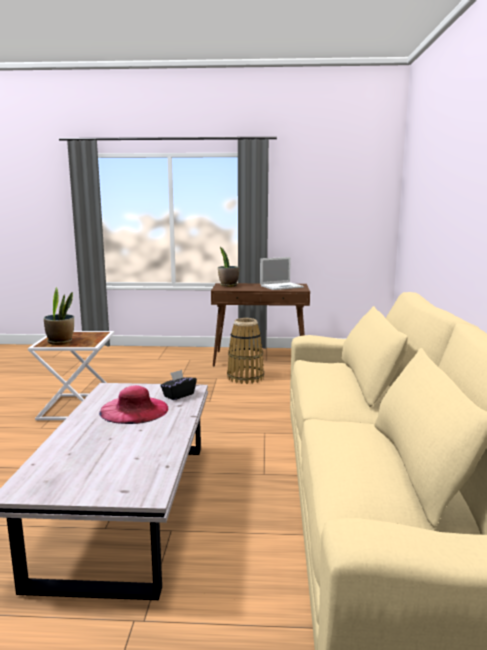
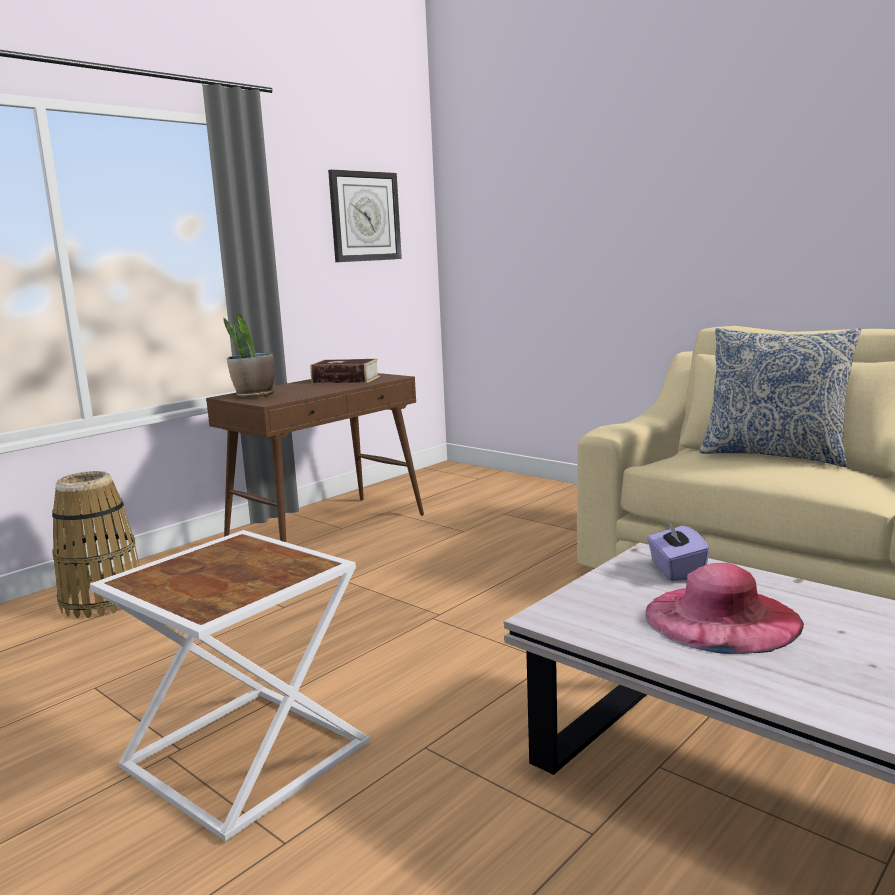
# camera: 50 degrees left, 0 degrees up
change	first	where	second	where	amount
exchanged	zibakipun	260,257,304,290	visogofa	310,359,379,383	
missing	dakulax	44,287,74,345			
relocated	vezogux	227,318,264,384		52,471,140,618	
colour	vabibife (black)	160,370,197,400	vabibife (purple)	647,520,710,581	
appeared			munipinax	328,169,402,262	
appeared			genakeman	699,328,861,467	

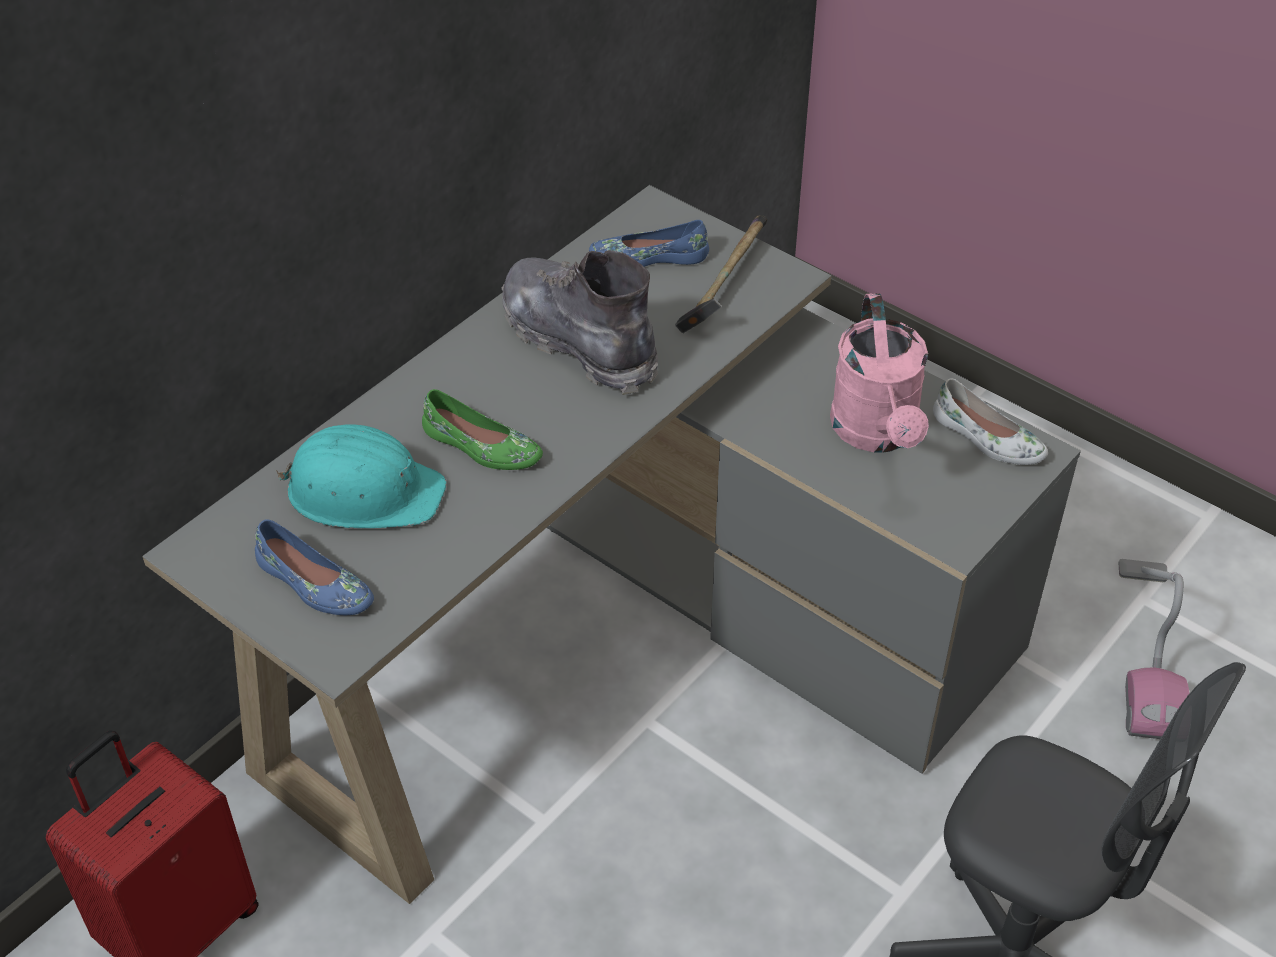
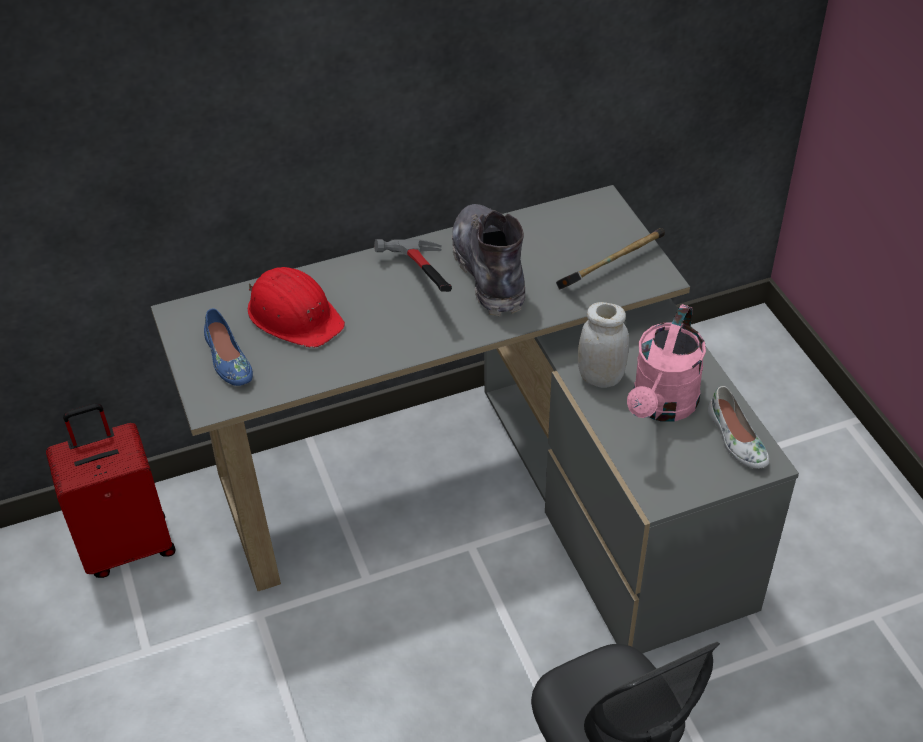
# camera: 30 degrees right, 0 degrees up
change	first	where	second	where	amount
missing	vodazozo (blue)	589,220,709,267			
missing	vodazozo (green)	422,389,543,470			
colour	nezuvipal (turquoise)	276,424,446,528	nezuvipal (red)	248,267,345,348	
missing	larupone	1118,559,1190,739			
appeared			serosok	374,239,452,292	
appeared			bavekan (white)	578,302,629,388	

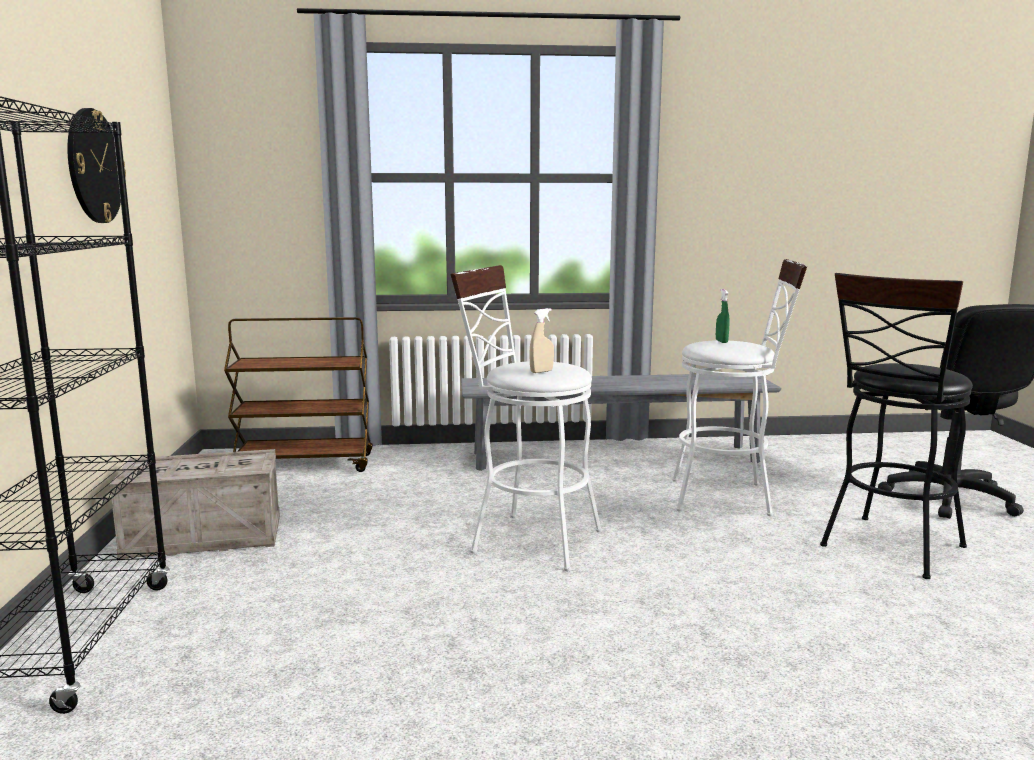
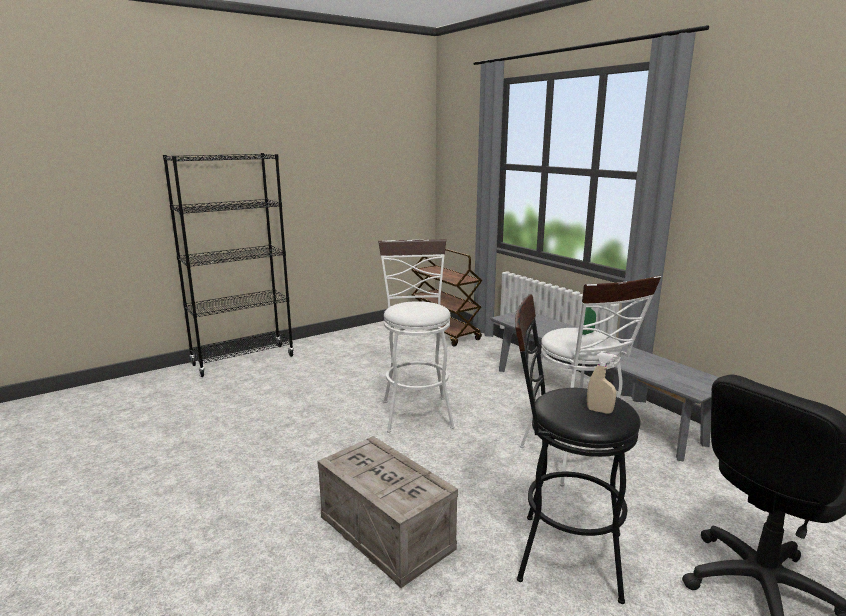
# camera: 60 degrees right, 5 degrees up
change	first	where	second	where	amount
missing	munipinax	67,108,126,223			
relocated	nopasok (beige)	529,308,554,373		587,353,617,414	
relocated	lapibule	109,449,280,559		317,436,458,588	

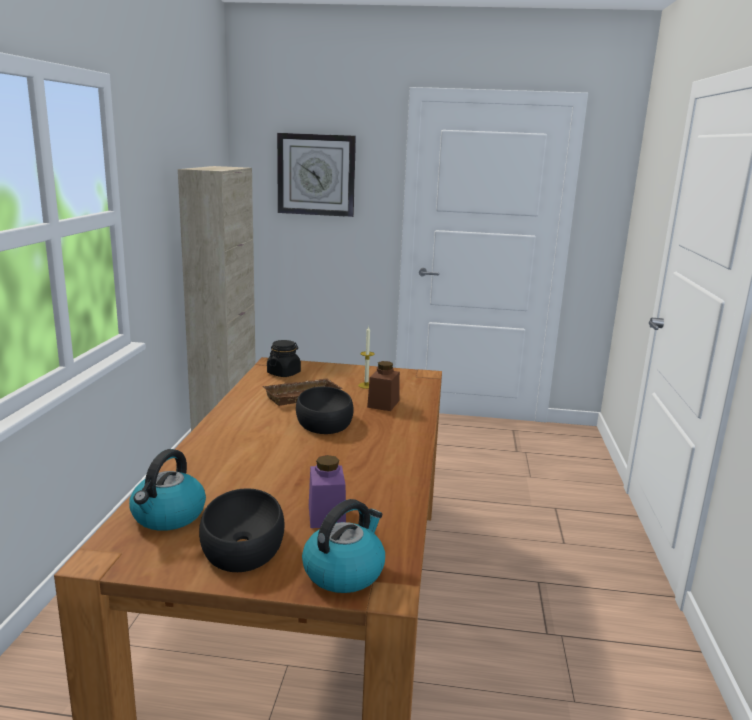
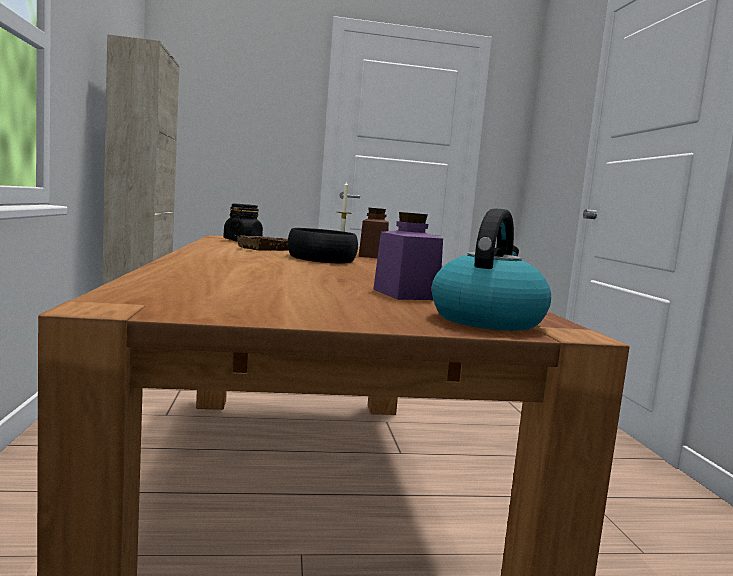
# camera: 15 degrees left, 10 degrees down
change	first	where	second	where	amount
missing	munipinax	277,133,356,217			
missing	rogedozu	129,449,206,531			
missing	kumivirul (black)	199,488,284,572			

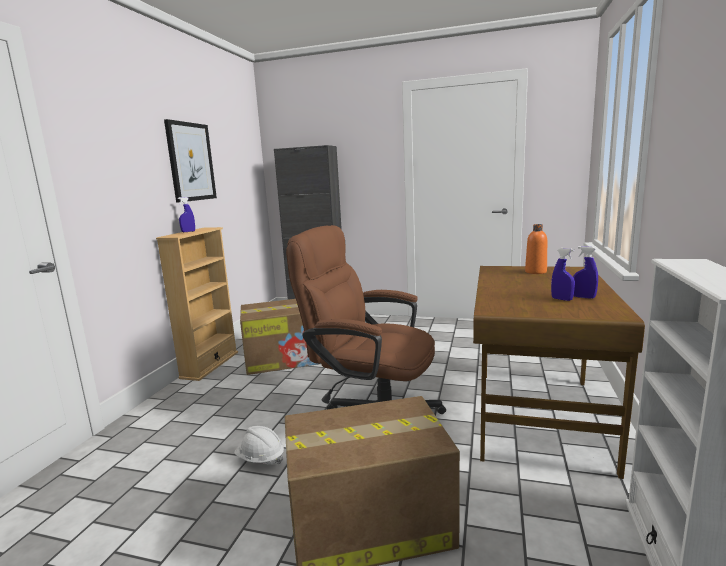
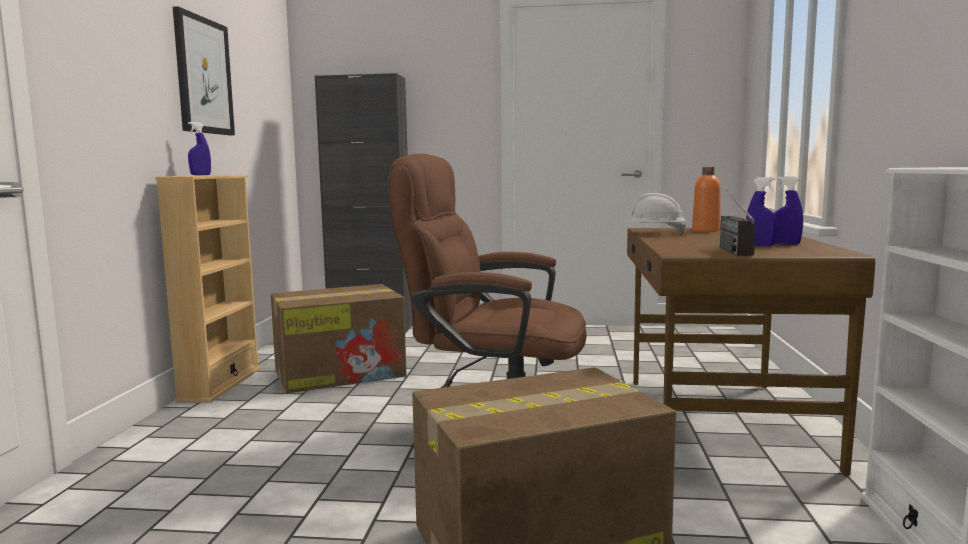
# camera: 10 degrees left, 5 degrees down
change	first	where	second	where	amount
relocated	nezuvipal (white)	234,426,284,465		625,193,686,234	
appeared			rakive	720,190,756,256	

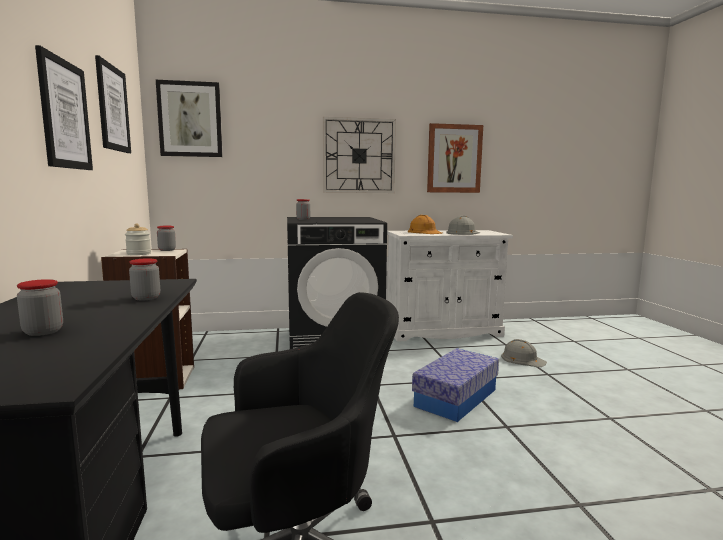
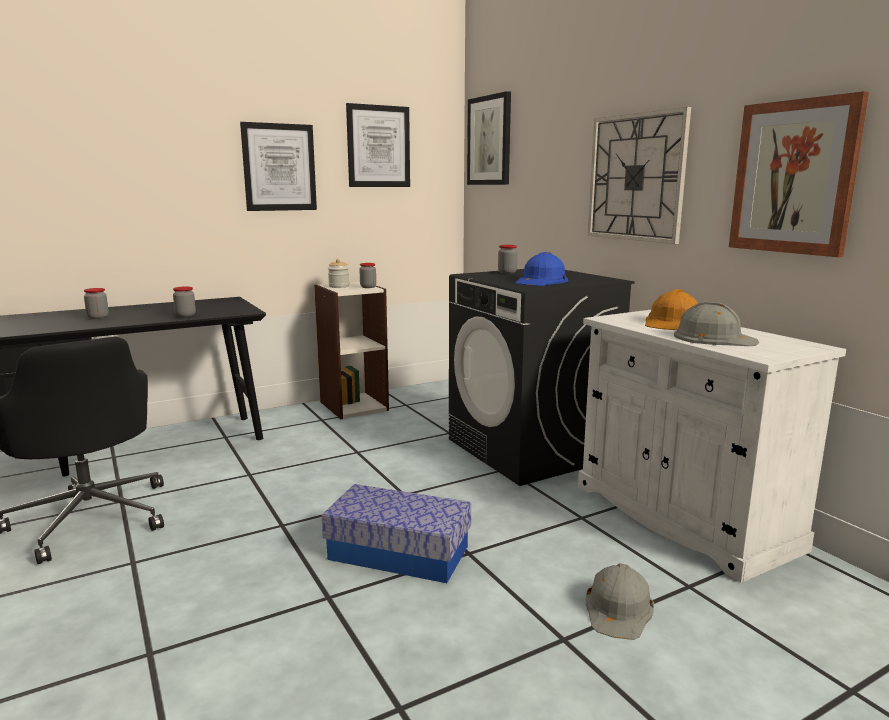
# camera: 70 degrees right, 5 degrees up
change	first	where	second	where	amount
appeared			nezuvipal (blue)	516,252,568,286	

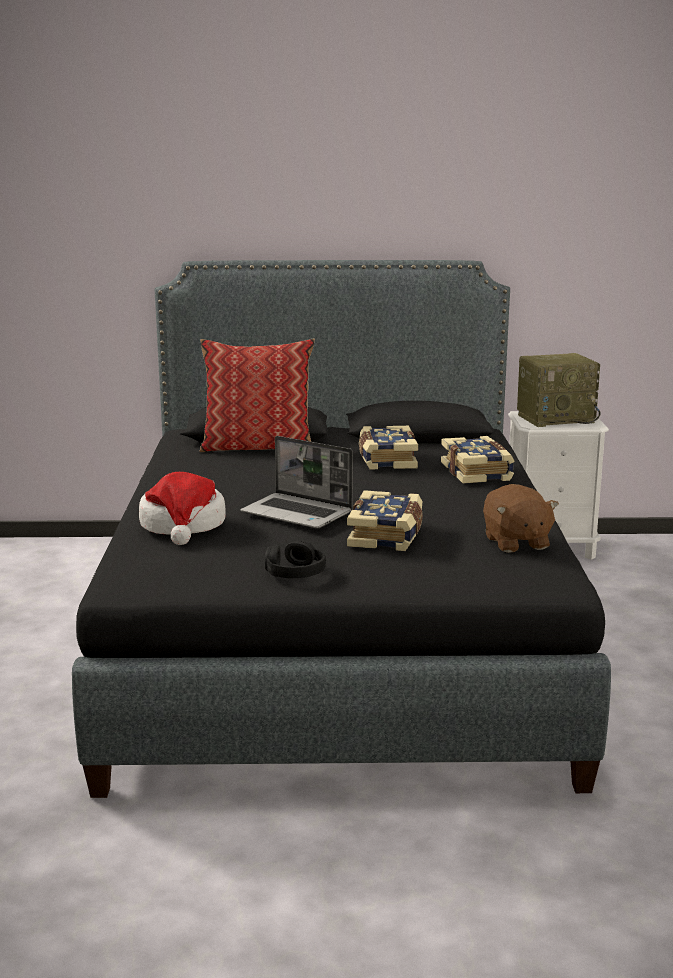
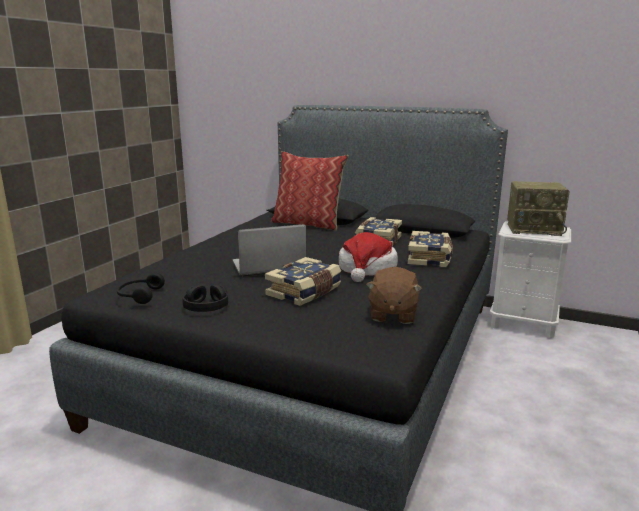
# camera: 25 degrees right, 0 degrees up
change	first	where	second	where	amount
spun	zibakipun	240,436,353,528		233,224,306,277	105 degrees clockwise
relocated	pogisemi	139,472,226,545		339,232,398,282	
appeared			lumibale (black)	117,273,165,304	

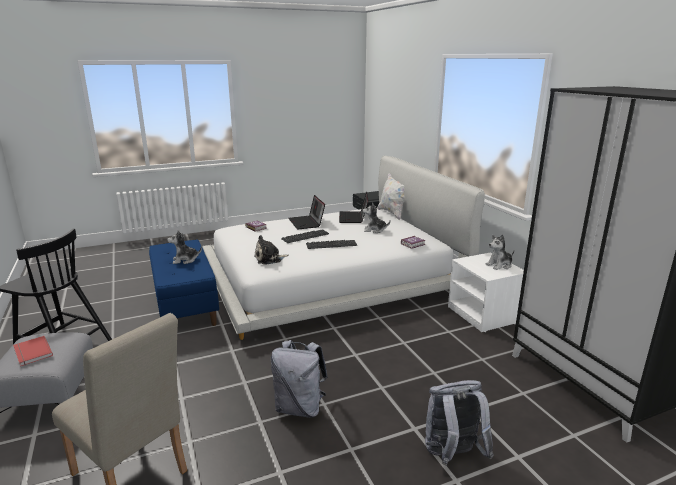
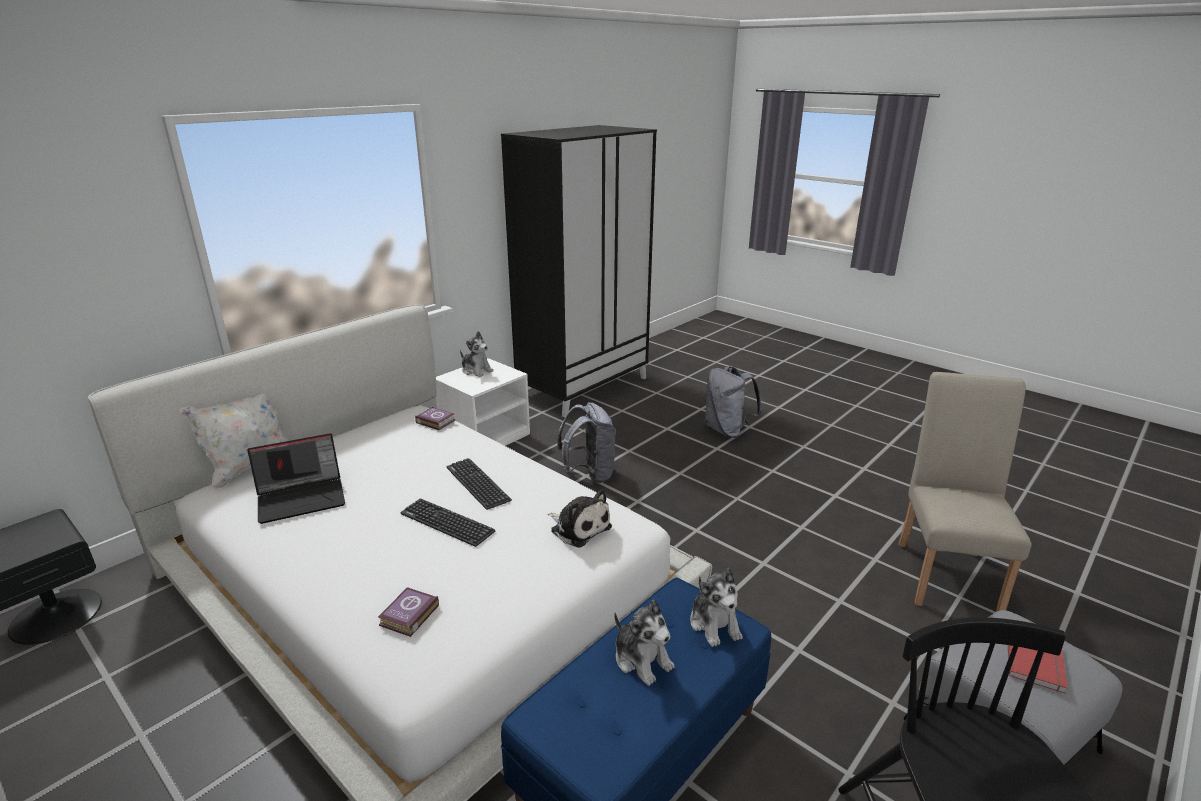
# camera: 115 degrees left, 5 degrees up
change	first	where	second	where	amount
missing	zibakipun	288,195,325,230			
relocated	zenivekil	363,203,391,233		690,568,743,647	
relocated	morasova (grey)	271,340,328,418		557,402,616,483	

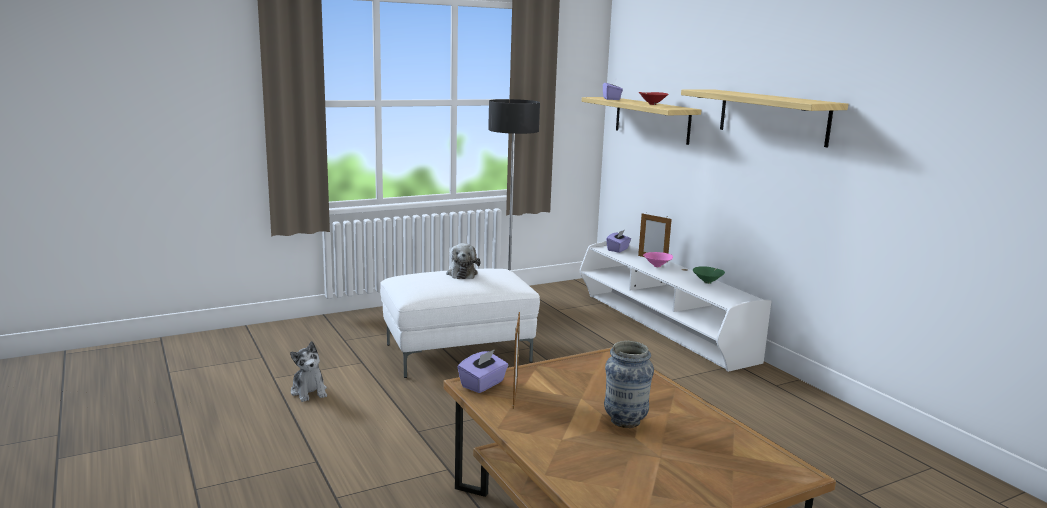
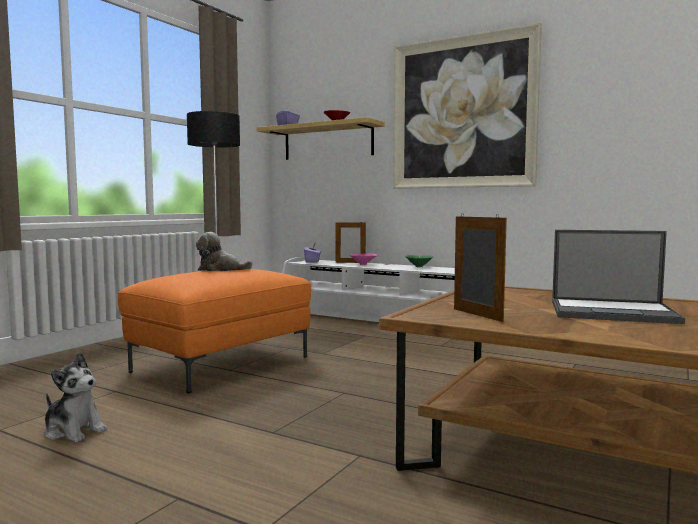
# camera: 30 degrees left, 10 degrees down
change	first	where	second	where	amount
exchanged	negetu	681,90,848,147	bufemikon	393,23,542,189	
spun	zenivekil	446,243,480,279		196,232,253,271	135 degrees clockwise
colour	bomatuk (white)	380,269,540,378	bomatuk (orange)	118,269,311,393	
exchanged	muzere	604,341,654,428	zibakipun	552,230,685,324	
missing	vabibife (purple)	458,349,508,393			

